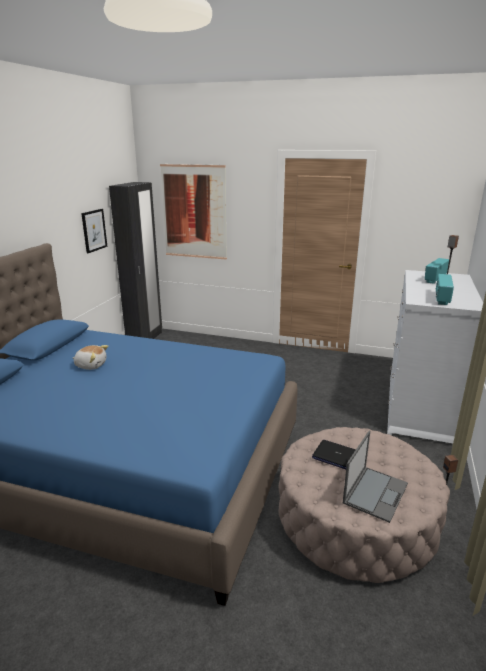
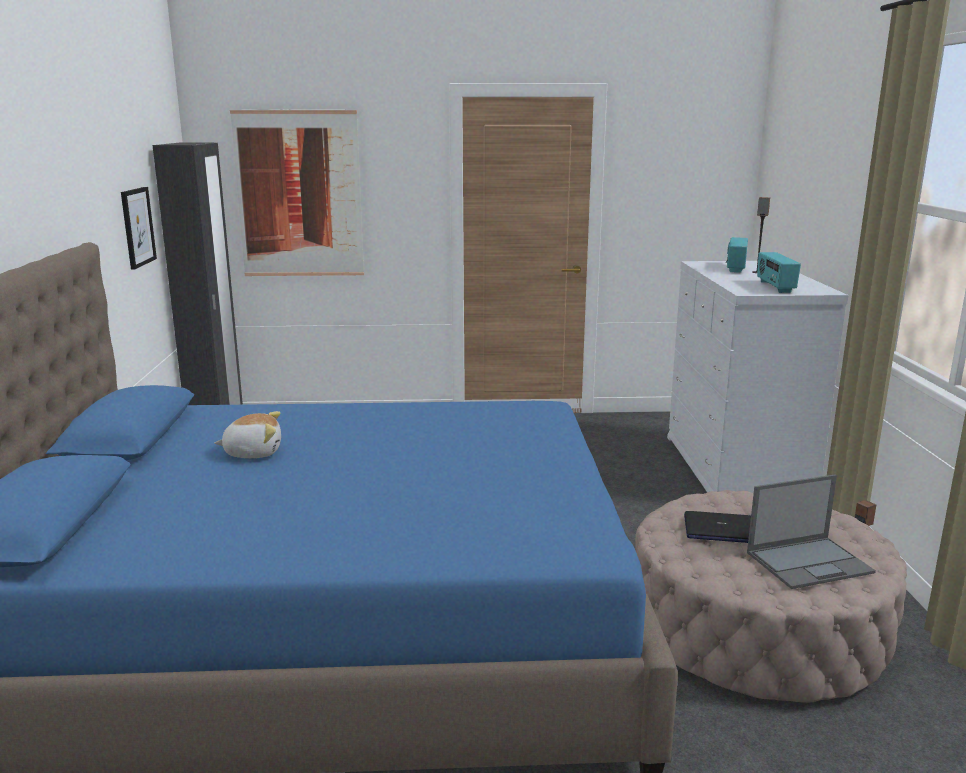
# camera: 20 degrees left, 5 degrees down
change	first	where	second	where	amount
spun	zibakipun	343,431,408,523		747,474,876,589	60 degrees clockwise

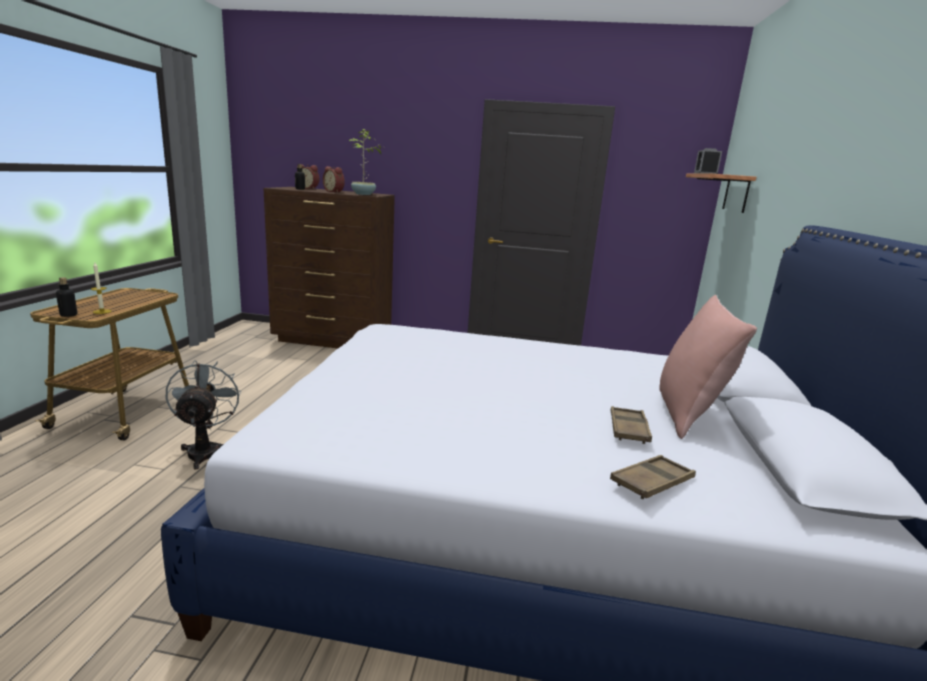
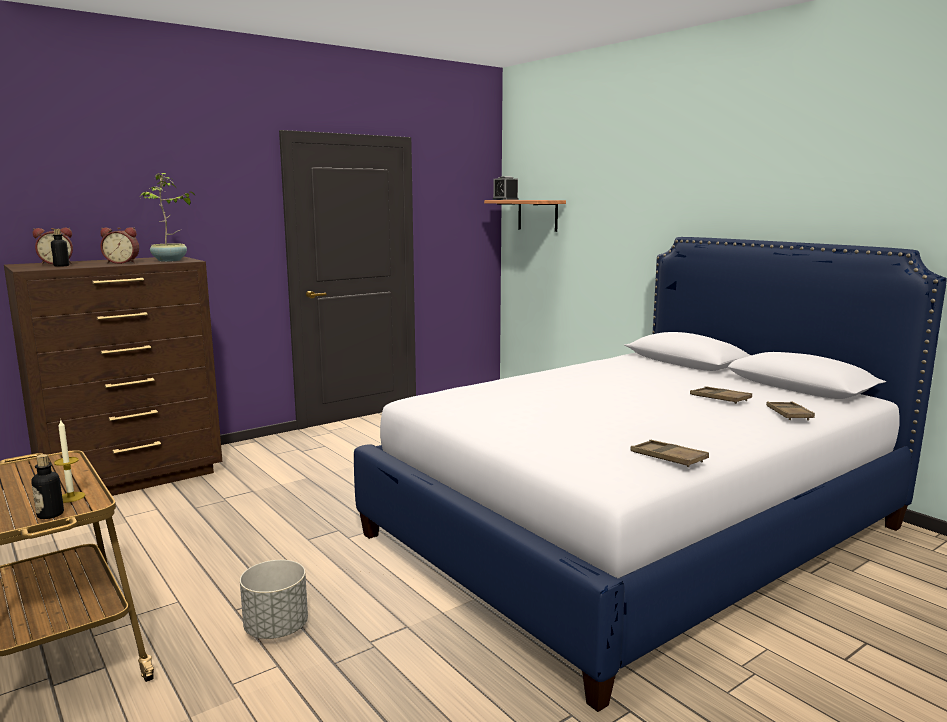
# camera: 45 degrees left, 5 degrees down
change	first	where	second	where	amount
missing	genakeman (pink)	659,295,757,439			
exchanged	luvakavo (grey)	166,360,242,470	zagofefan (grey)	240,560,308,639	
appeared			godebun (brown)	631,440,709,467	

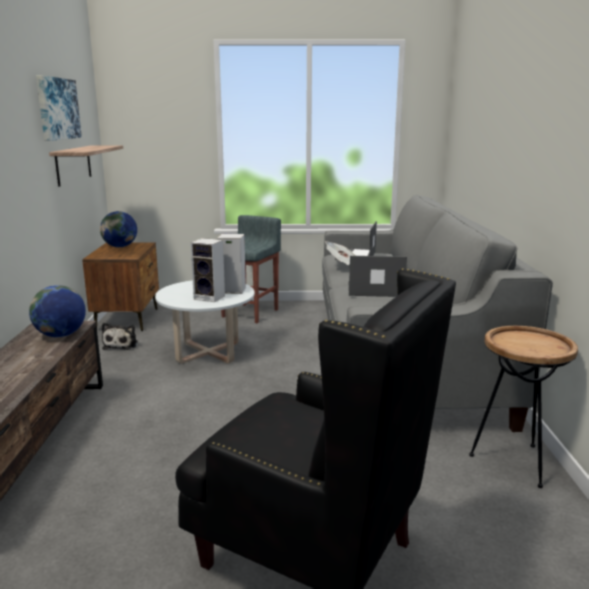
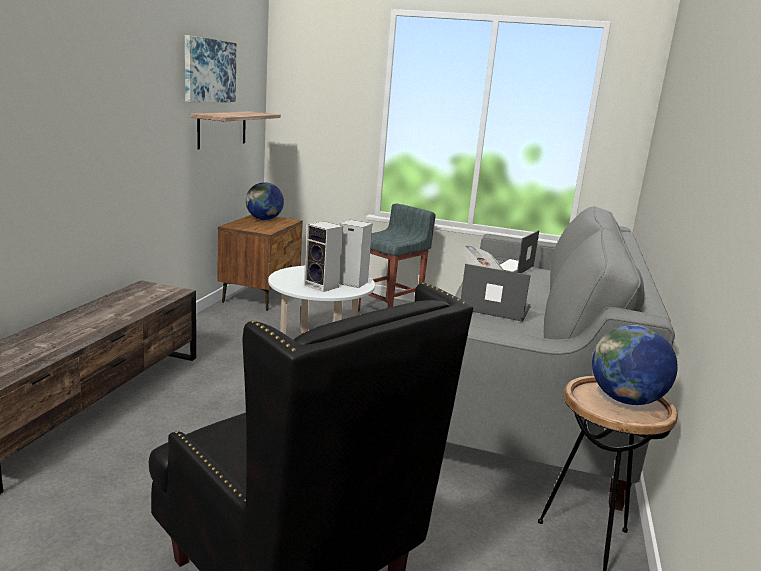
# camera: 15 degrees right, 0 degrees up
change	first	where	second	where	amount
relocated	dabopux	29,285,86,337		592,325,678,405	
missing	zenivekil	102,322,138,350			

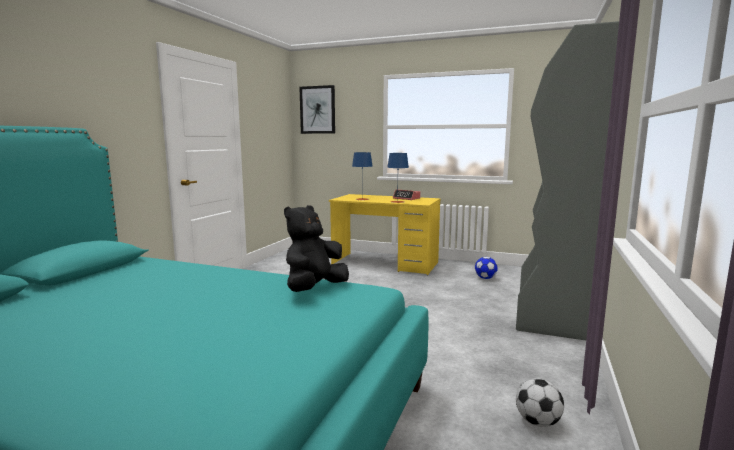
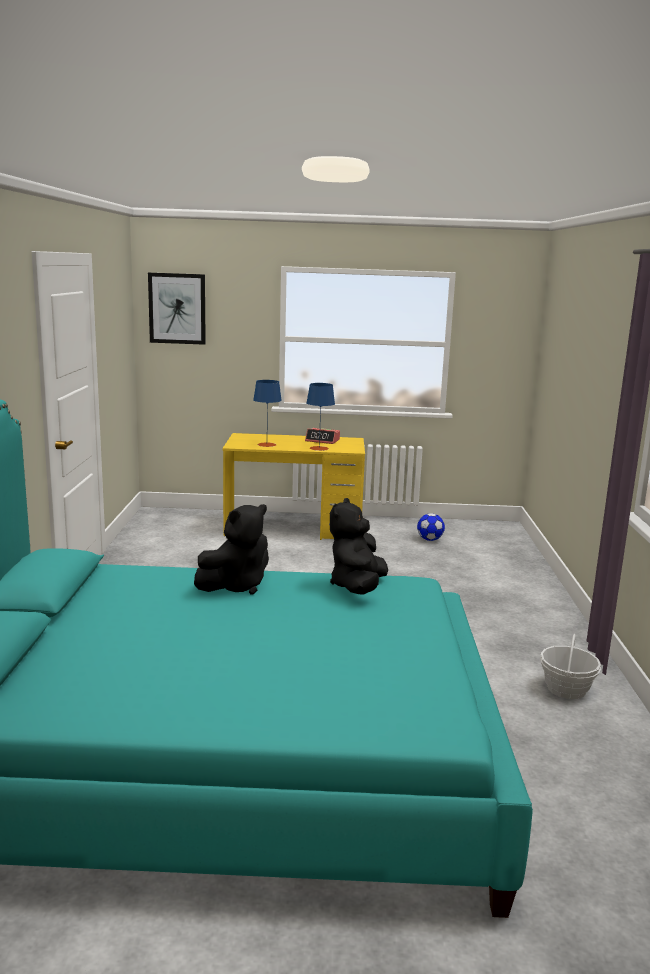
# camera: 20 degrees left, 5 degrees up
change	first	where	second	where	amount
missing	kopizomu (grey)	516,21,619,340			
exchanged	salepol	516,378,564,427	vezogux	540,634,601,699	
appeared			zenivekil (black)	194,504,269,595	

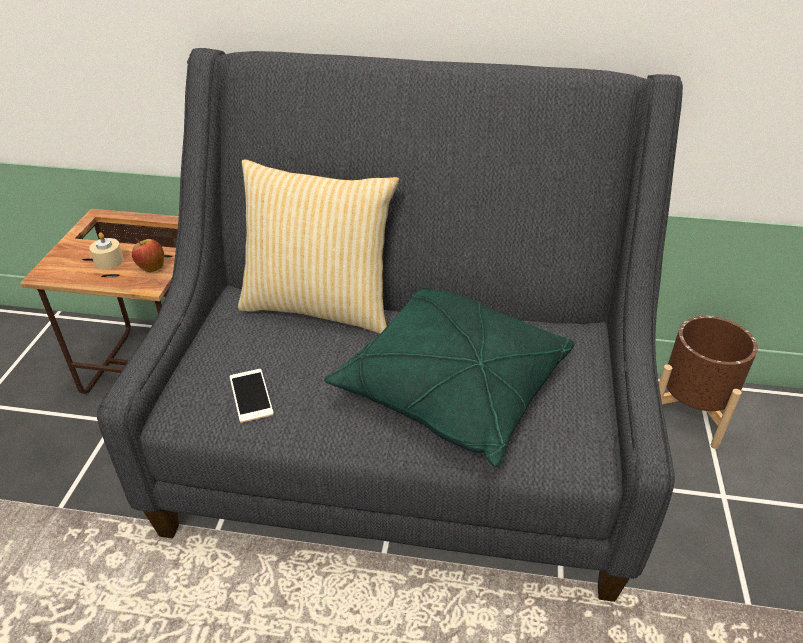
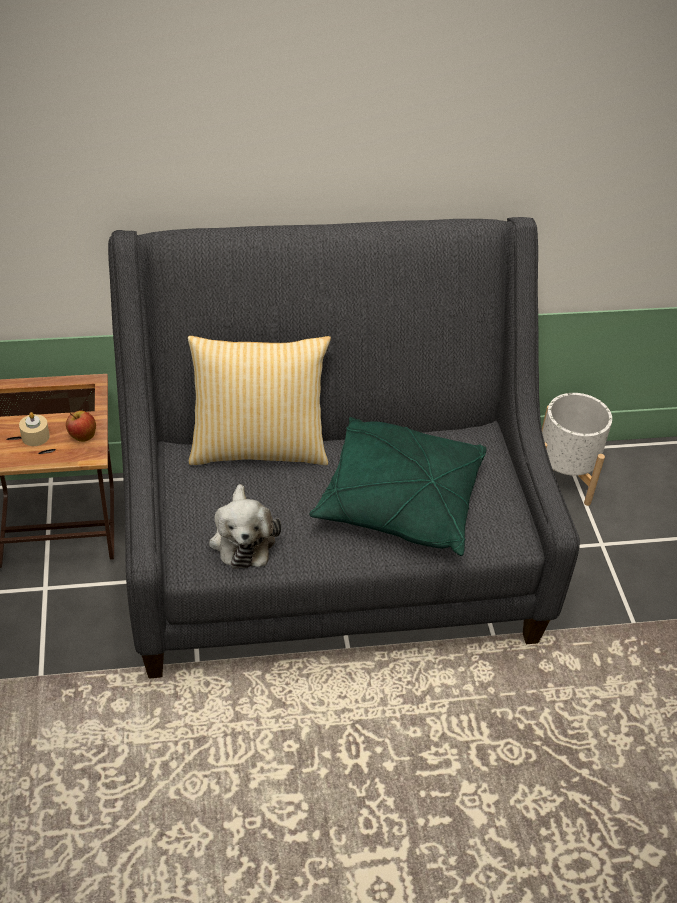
# camera: 20 degrees left, 5 degrees up
change	first	where	second	where	amount
colour	zagofefan (brown)	659,316,758,449	zagofefan (white)	542,393,612,506	
exchanged	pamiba	229,369,274,423	zenivekil	209,484,281,569	

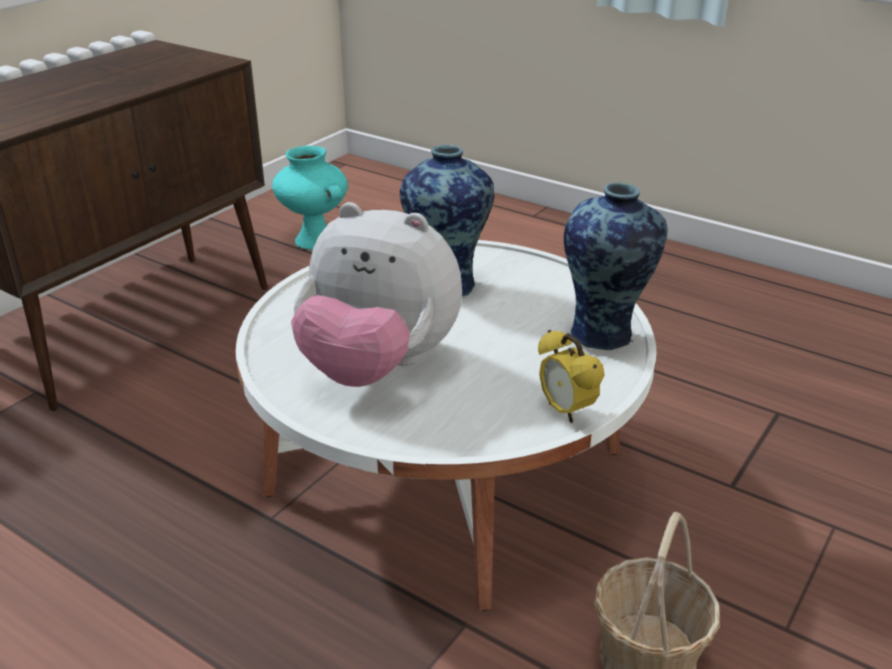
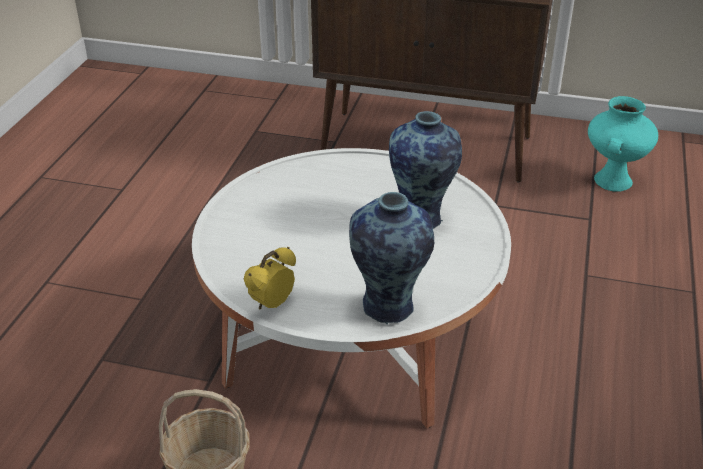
# camera: 70 degrees right, 5 degrees up
change	first	where	second	where	amount
missing	zenivekil	291,202,462,387			

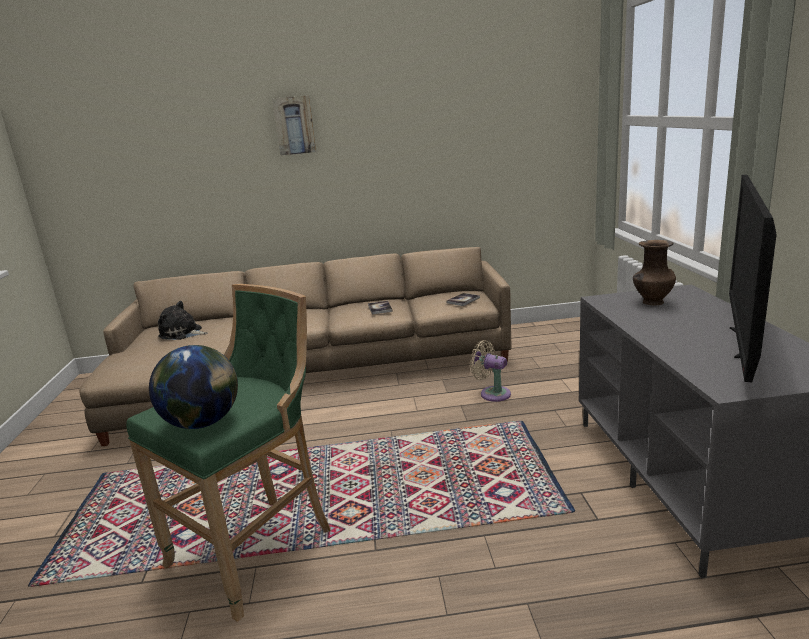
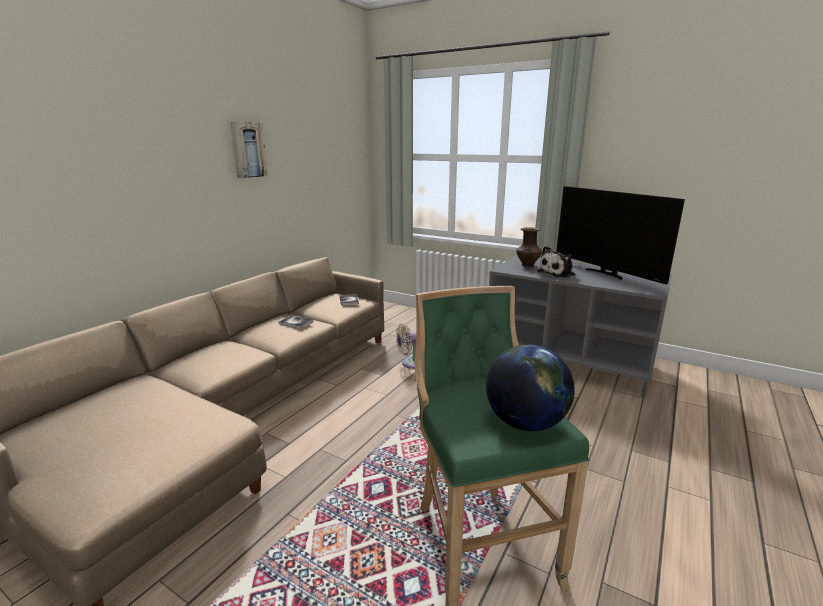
# camera: 55 degrees left, 0 degrees up
change	first	where	second	where	amount
relocated	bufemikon	272,95,316,156		230,122,268,178	
relocated	zenivekil	158,301,208,340		537,246,576,278	

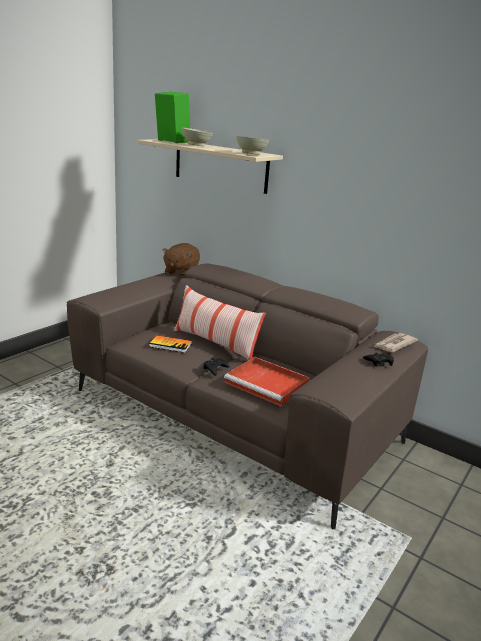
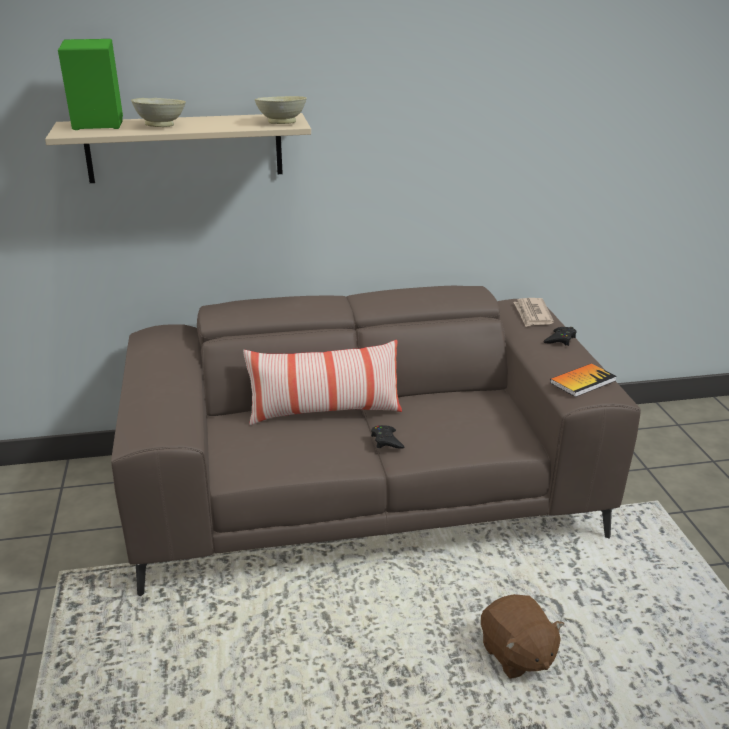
# camera: 45 degrees left, 5 degrees up
change	first	where	second	where	amount
relocated	zenivekil (brown)	162,243,200,277		481,594,564,679	
relocated	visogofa	149,335,192,353		550,363,617,397	
missing	godebun (red)	224,357,310,406			

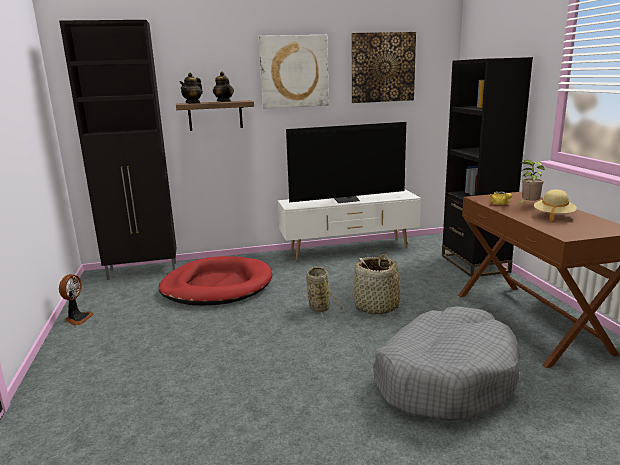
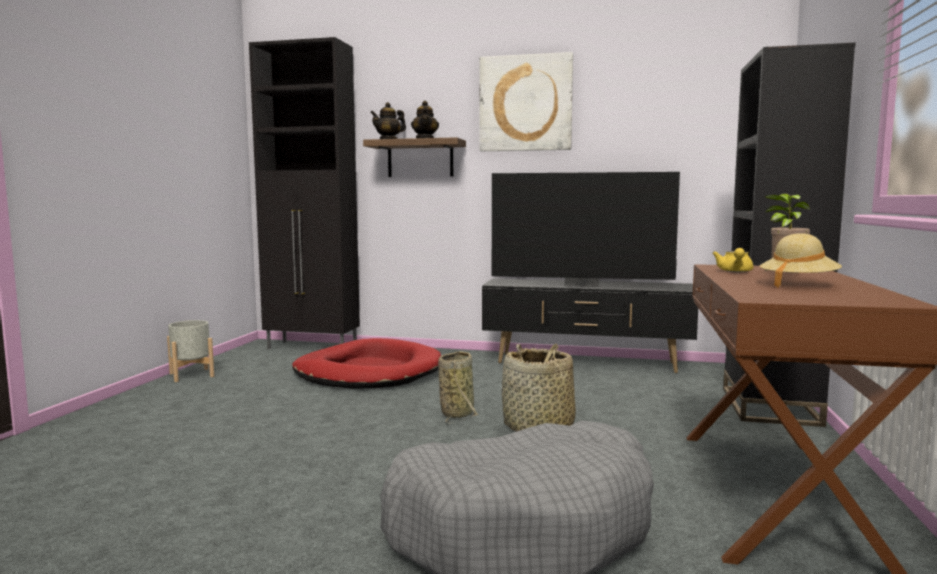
# camera: 25 degrees right, 10 degrees down
change	first	where	second	where	amount
missing	bufemikon	351,32,416,103			
colour	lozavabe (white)	278,190,421,260	lozavabe (black)	482,278,698,373	
exchanged	luvakavo	59,274,94,326	zagofefan (grey)	167,320,214,382	

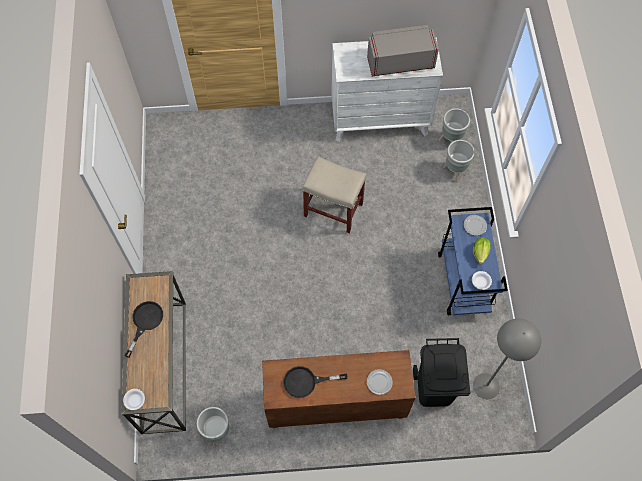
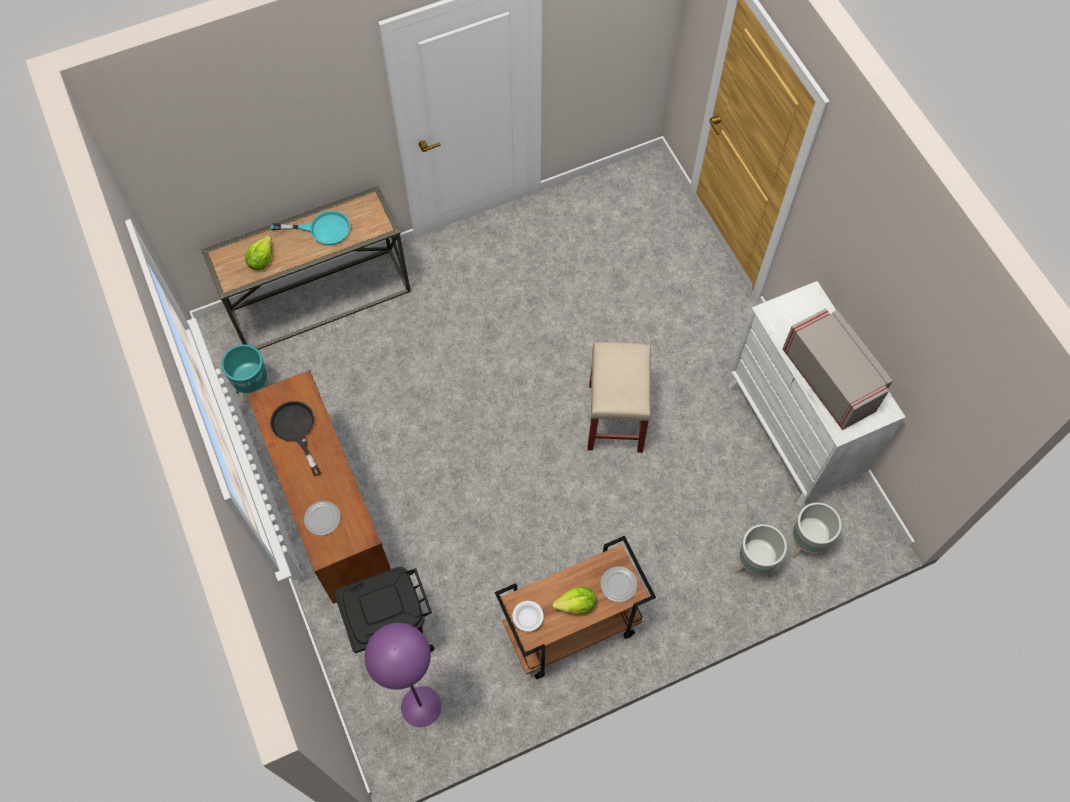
# camera: 70 degrees right, 0 degrees up
change	first	where	second	where	amount
colour	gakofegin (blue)	438,207,508,315	gakofegin (brown)	495,536,656,679	
colour	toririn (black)	125,301,163,358	toririn (turquoise)	271,211,350,245	
colour	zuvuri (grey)	473,319,541,399	zuvuri (purple)	365,623,441,727	
missing	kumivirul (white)	123,389,145,410			
colour	zagofefan (grey)	197,407,232,447	zagofefan (turquoise)	221,344,267,394	
appeared			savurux	245,236,272,270	

